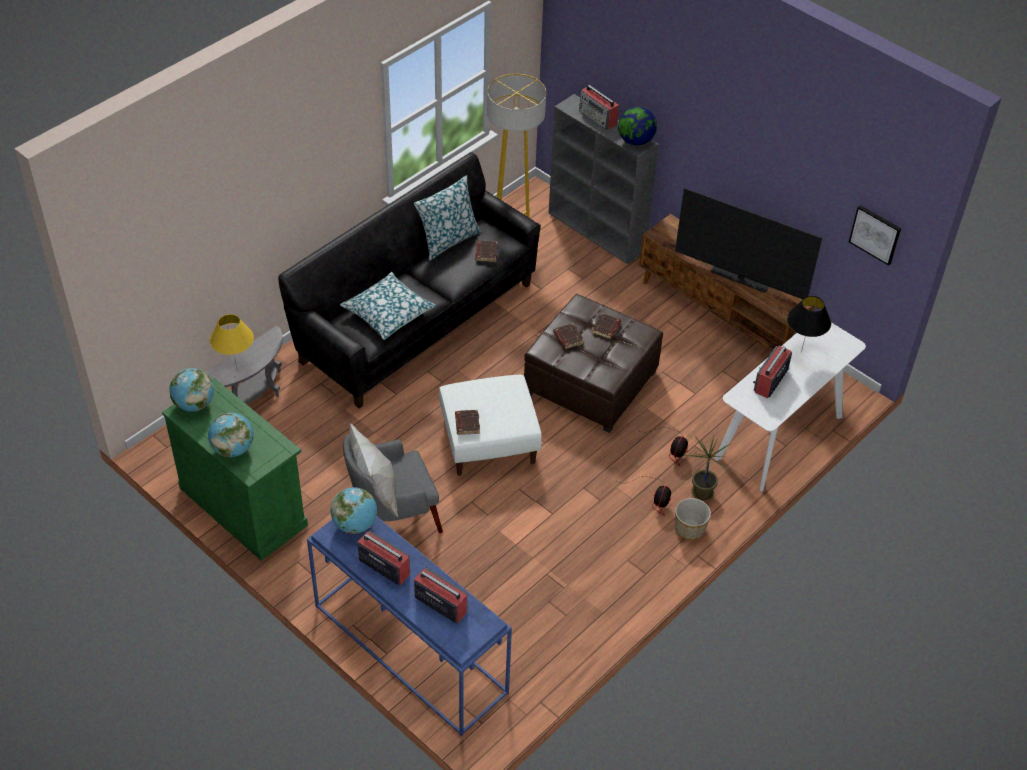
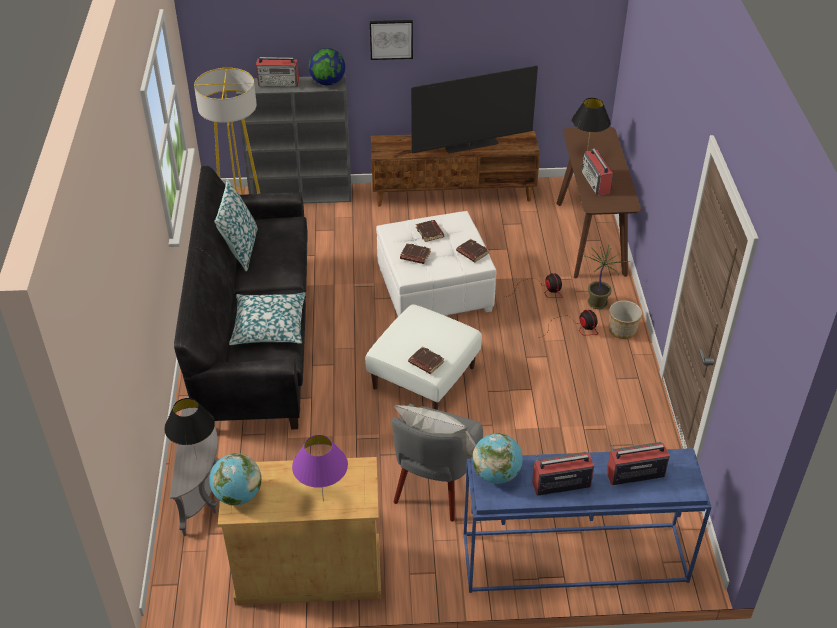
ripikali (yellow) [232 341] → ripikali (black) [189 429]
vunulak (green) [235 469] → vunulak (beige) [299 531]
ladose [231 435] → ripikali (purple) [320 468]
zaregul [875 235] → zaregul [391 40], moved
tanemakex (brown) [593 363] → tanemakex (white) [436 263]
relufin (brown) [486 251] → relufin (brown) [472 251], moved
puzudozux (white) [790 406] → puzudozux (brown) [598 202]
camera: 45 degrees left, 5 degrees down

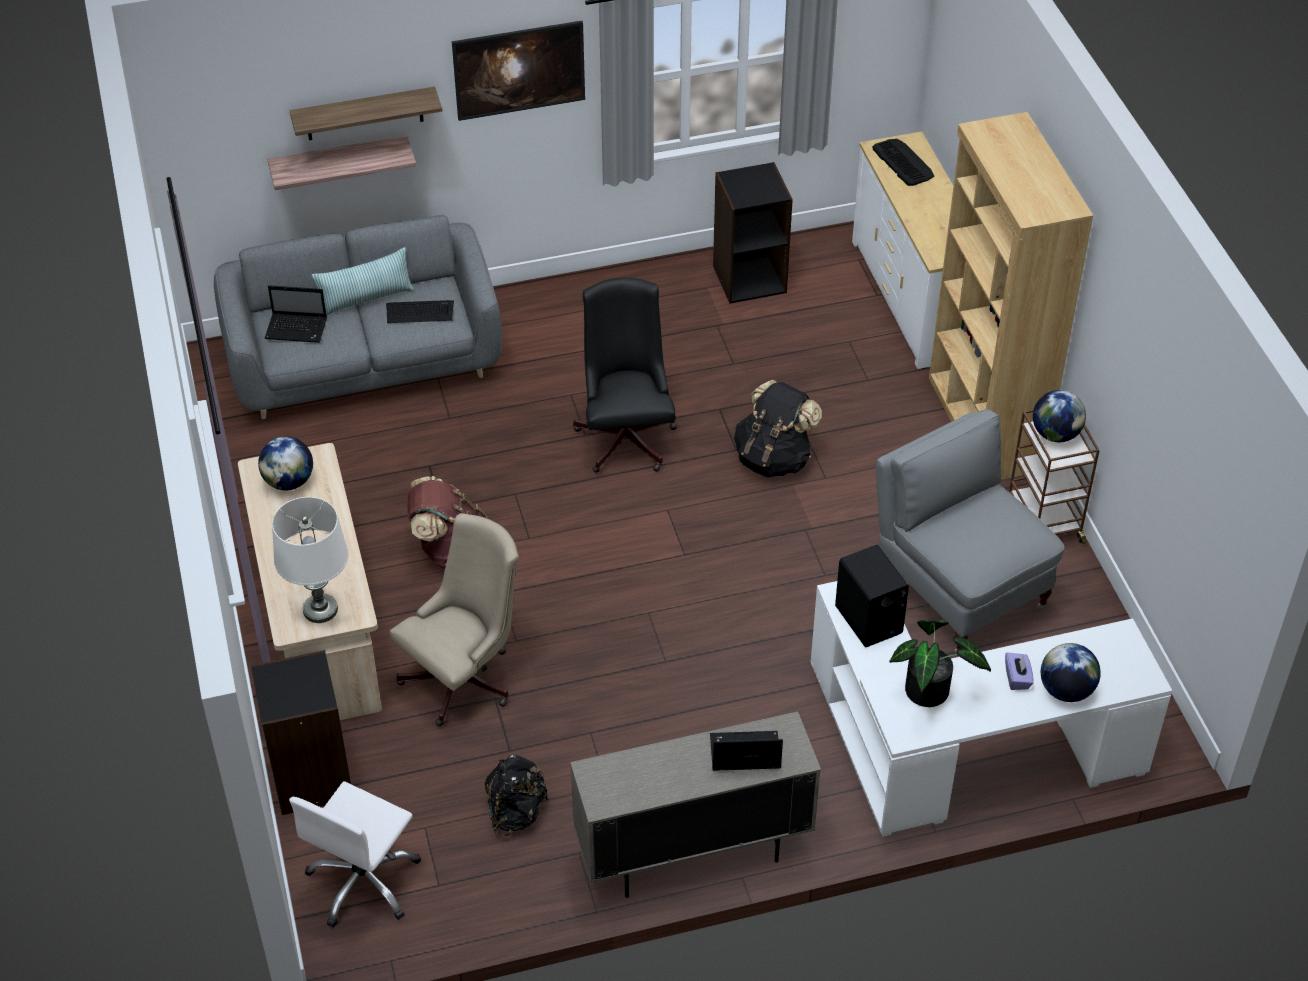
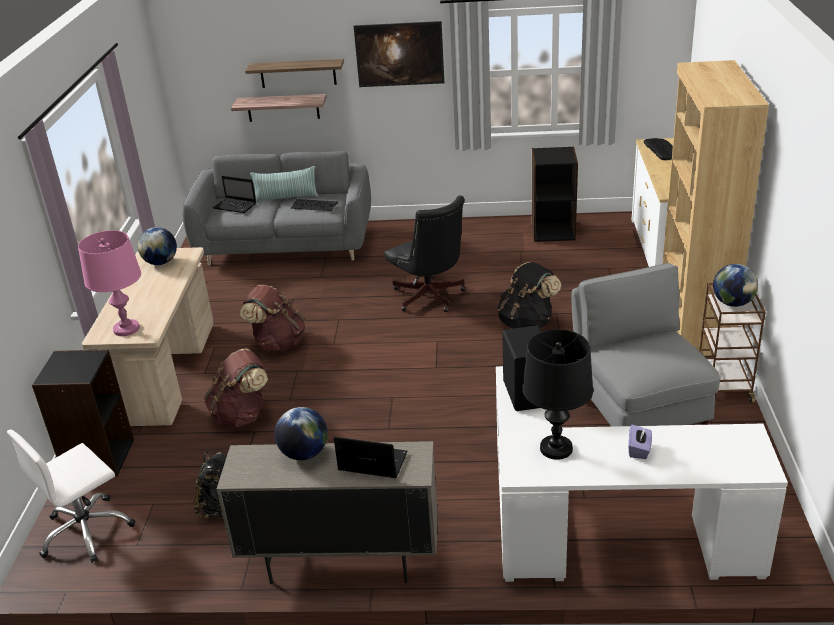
ripikali (white) [310 560] → ripikali (pink) [109 283]
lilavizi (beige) [454 619] → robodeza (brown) [236 388]
ladose [1071 672] → ladose [301 433], moved
lilavizi (black) [625 375] → lilavizi (black) [425 253], 135 degrees clockwise
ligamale [940 663] → ripikali (black) [557 394]
camera: 20 degrees right, 15 degrees down

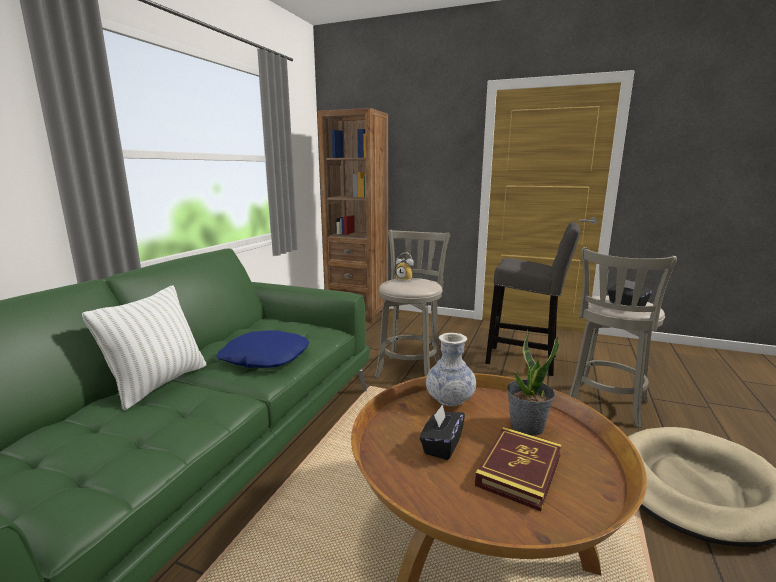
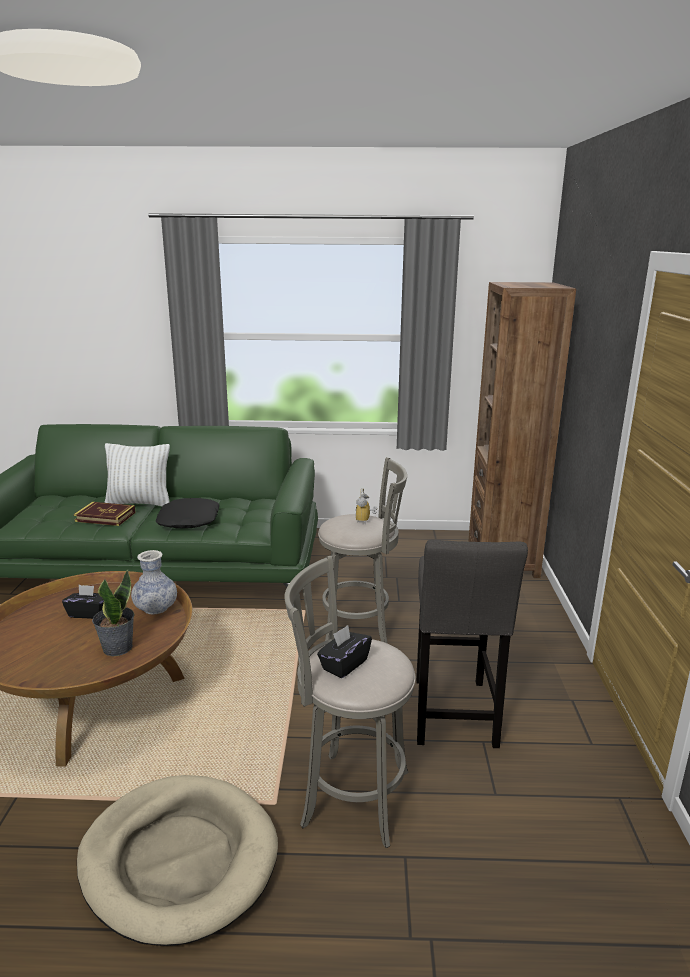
relufin [518 469] → relufin [105 514], moved
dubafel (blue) [262 349] → dubafel (black) [187 513]
camera: 70 degrees right, 5 degrees up

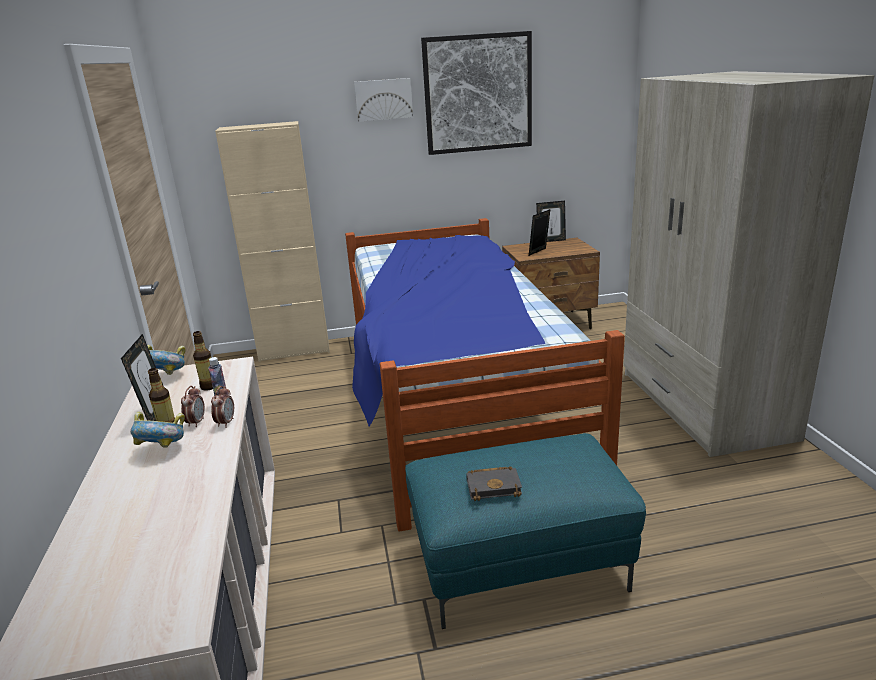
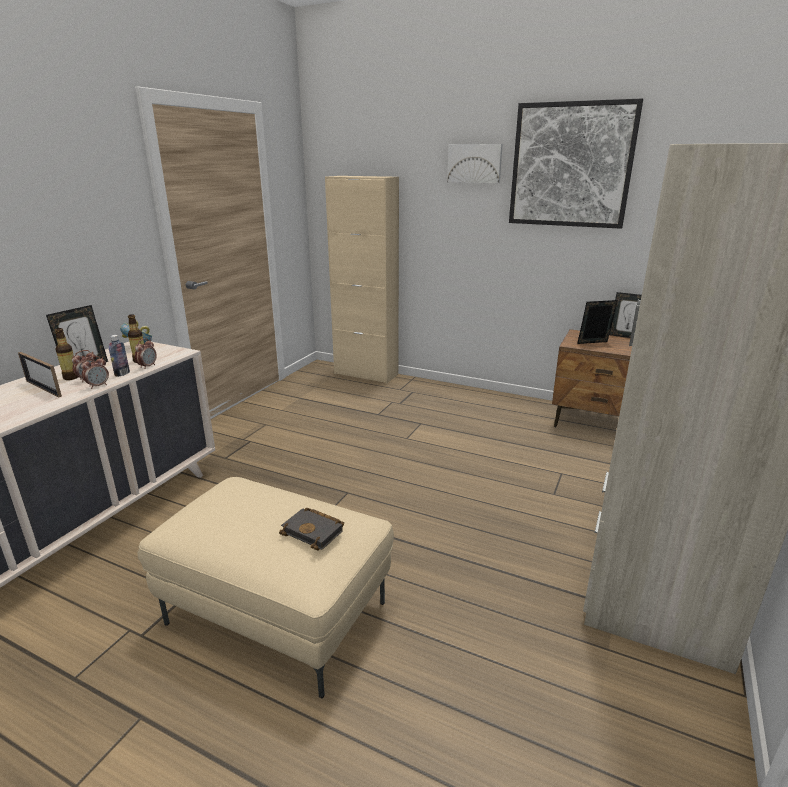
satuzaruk [157 430] → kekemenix [40 374]
- → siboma [146 353]
tanemakex (turquoise) [525 531] → tanemakex (beige) [265 587]
relufin (black) [494 483] → relufin (black) [311 529], moved
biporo [485 375] → -
camera: 35 degrees right, 0 degrees up

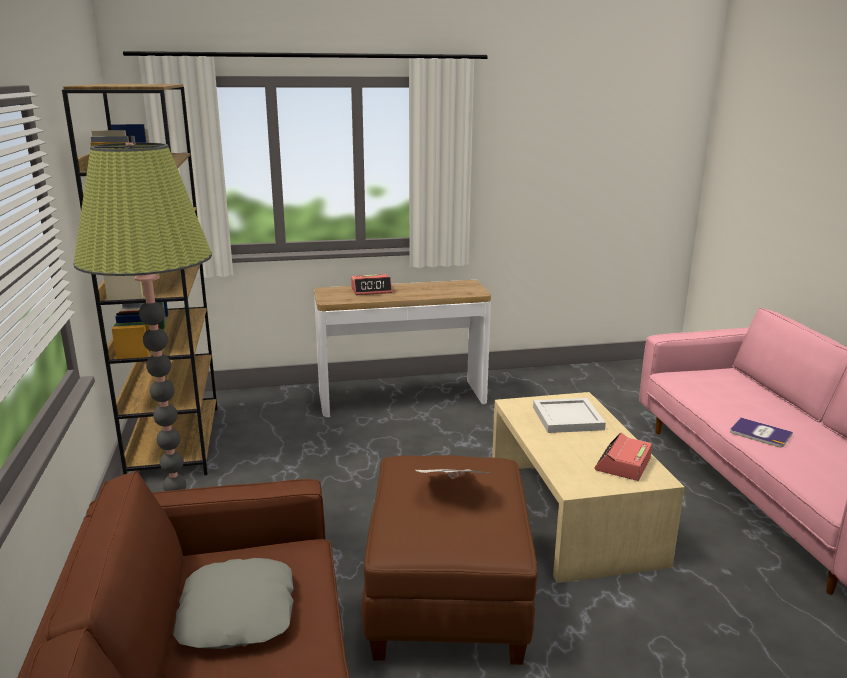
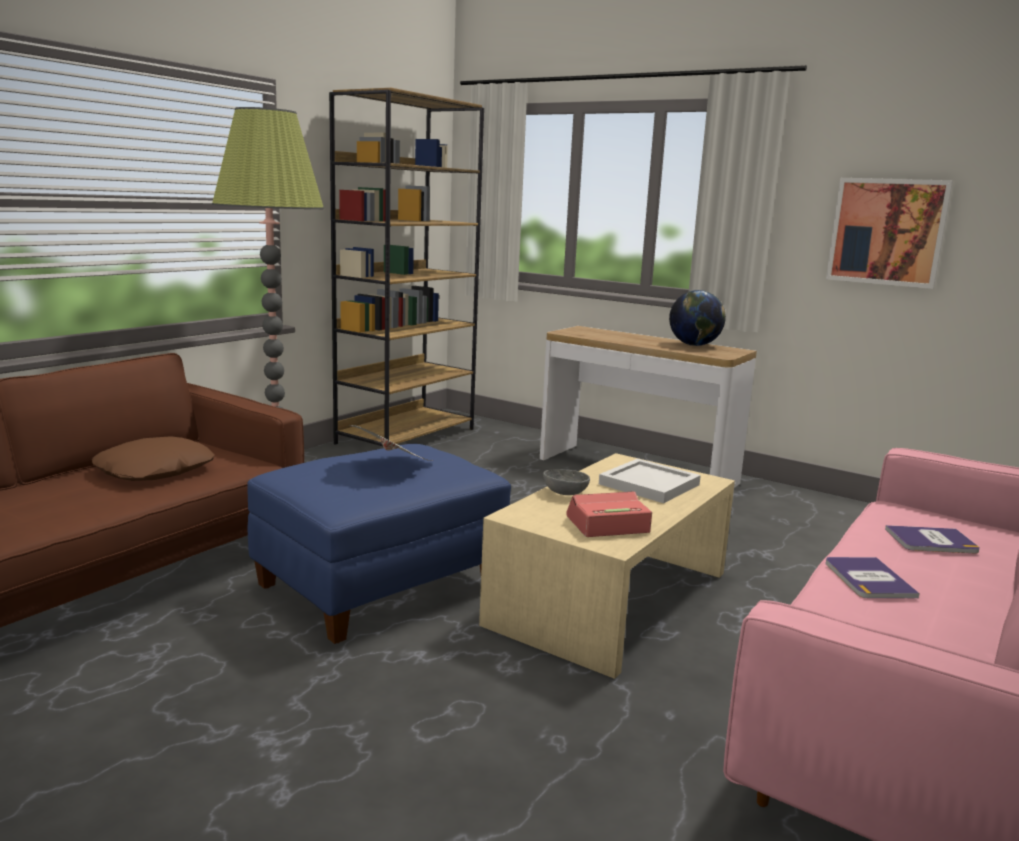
dubafel (grey) [233 603] → dubafel (brown) [153 458]
tanemakex (brown) [450 560] → tanemakex (blue) [379 544]
- → satuzaruk (grey) [566 482]
- → ladose [697 318]
- → zaregul [889 233]
- → relufin [932 539]
siboma [371 284] → -
camera: 45 degrees right, 5 degrees down

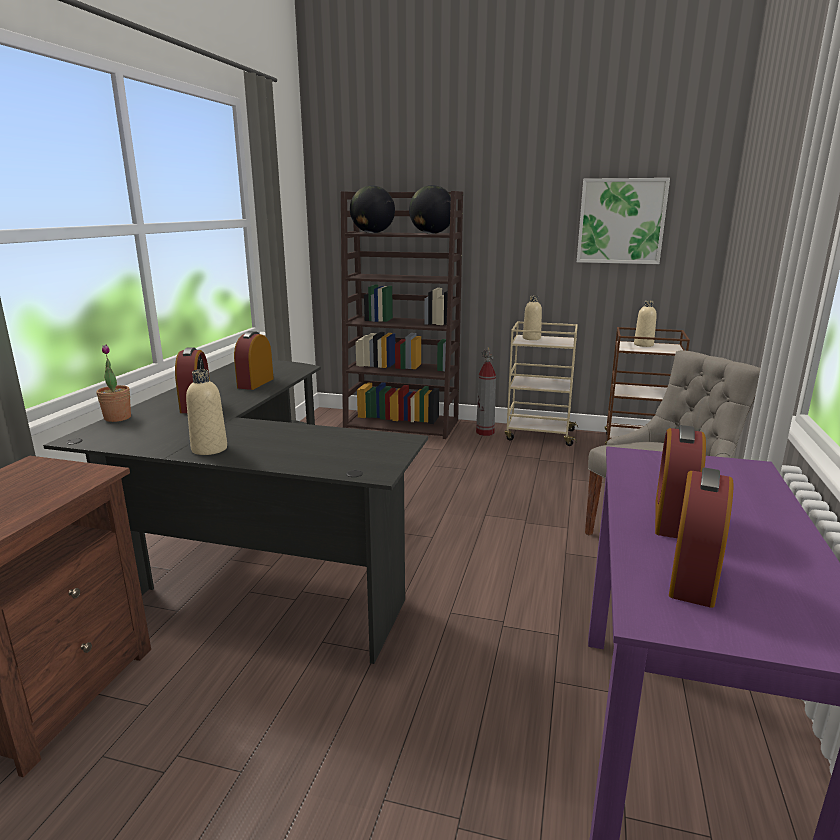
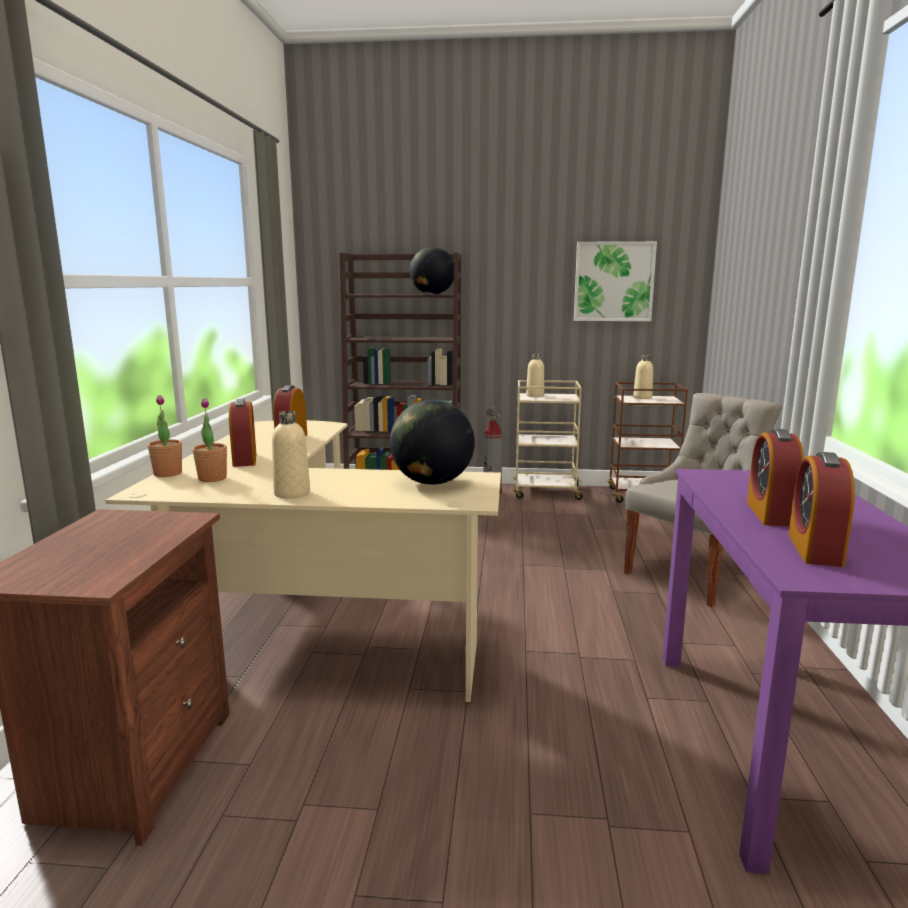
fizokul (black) [235 512] → fizokul (beige) [303 561]
- → ligamale [209 440]
ladose [372 209] → ladose [432 442], moved
camera: 10 degrees left, 5 degrees down

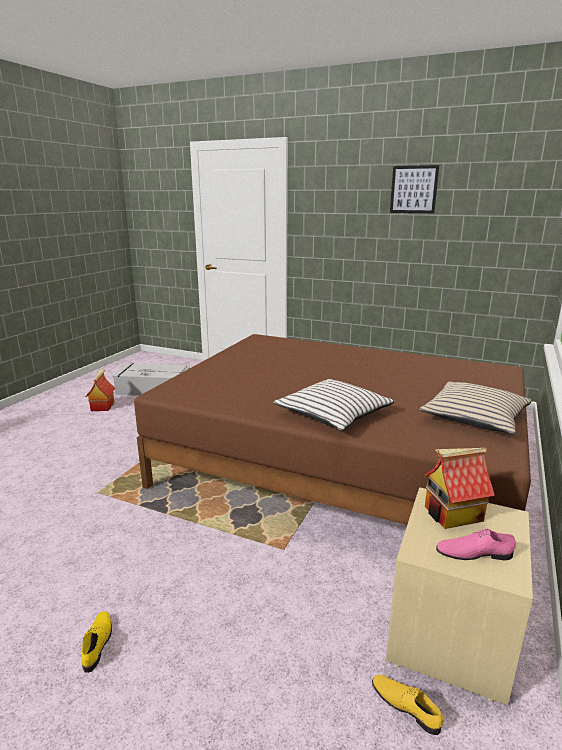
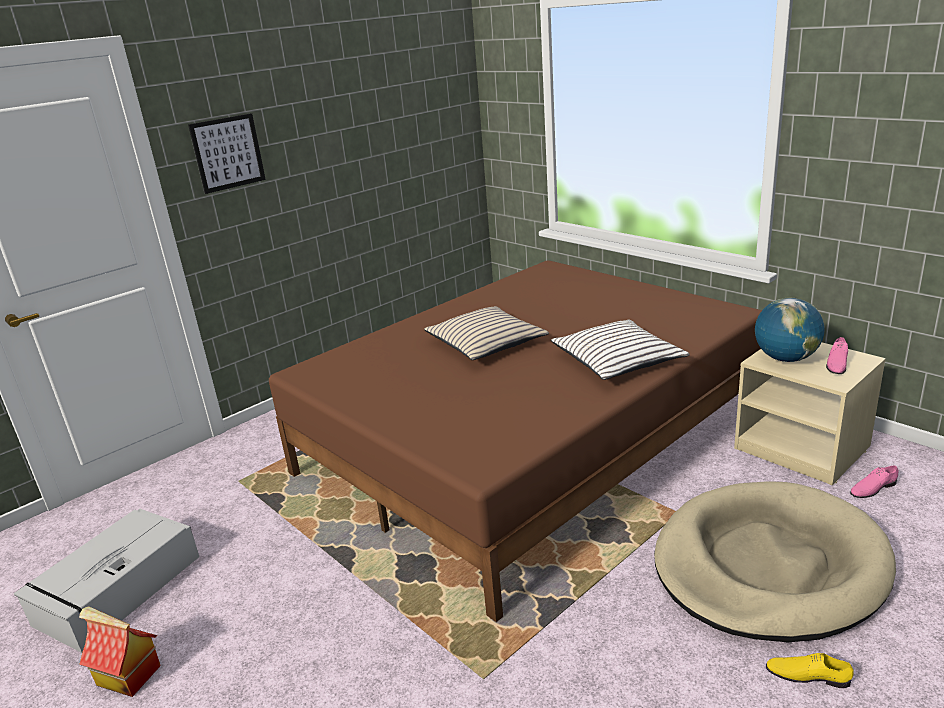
zaregul [414 189] → zaregul [227 153], moved
dubafel (beige) [475 407] → dubafel (beige) [486 333], moved
- → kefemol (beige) [775 561]
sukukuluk [459 488] → ladose [790 330]
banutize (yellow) [407 705] → banutize (pink) [874 482]
camera: 65 degrees left, 5 degrees up

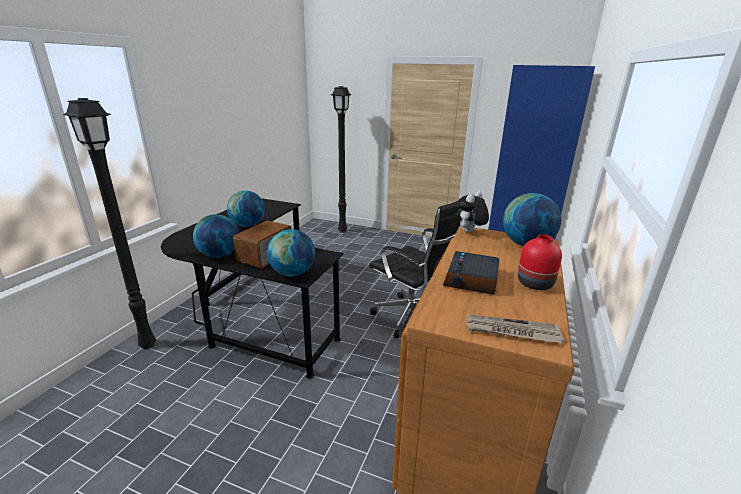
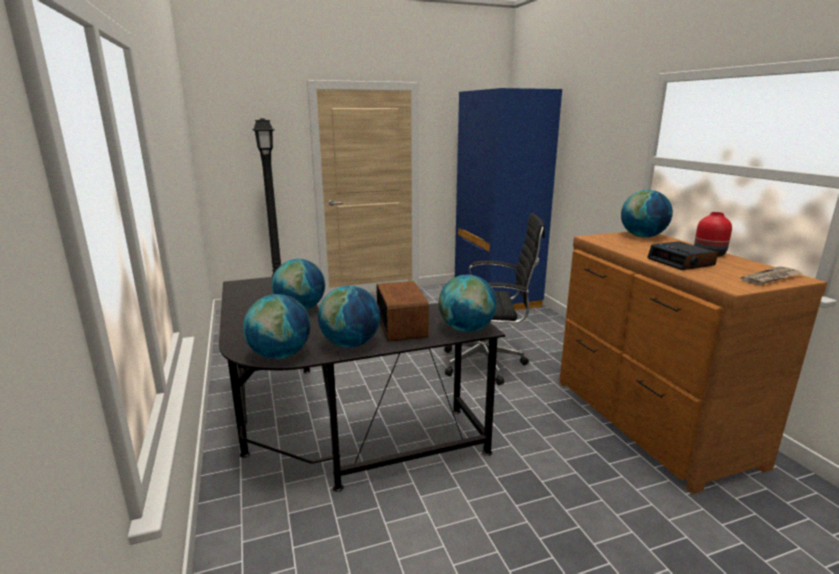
- → ladose [276 326]
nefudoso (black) [109 223] → -
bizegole [473 212] → -
camera: 40 degrees left, 5 degrees down

